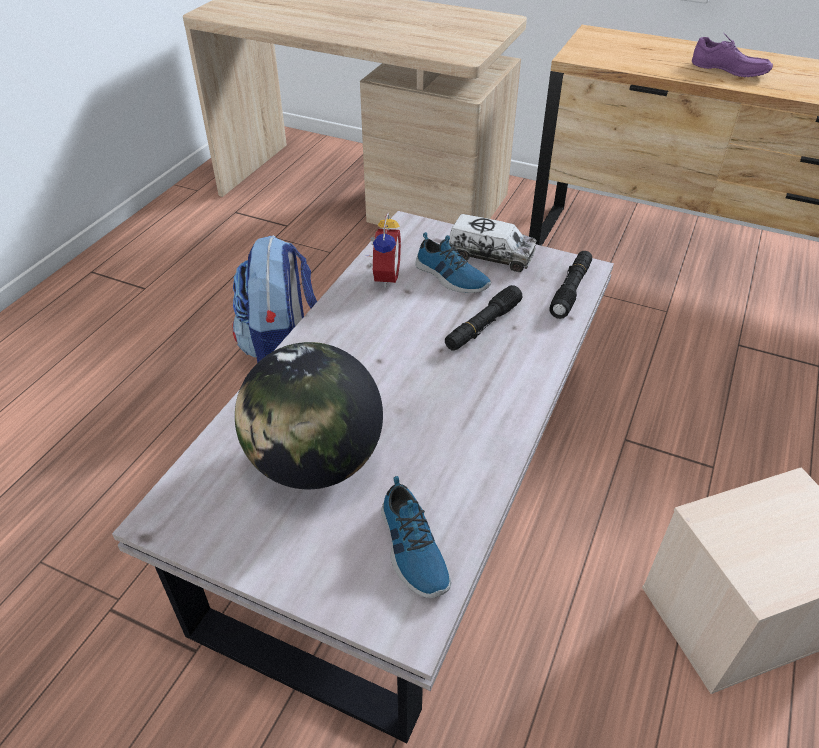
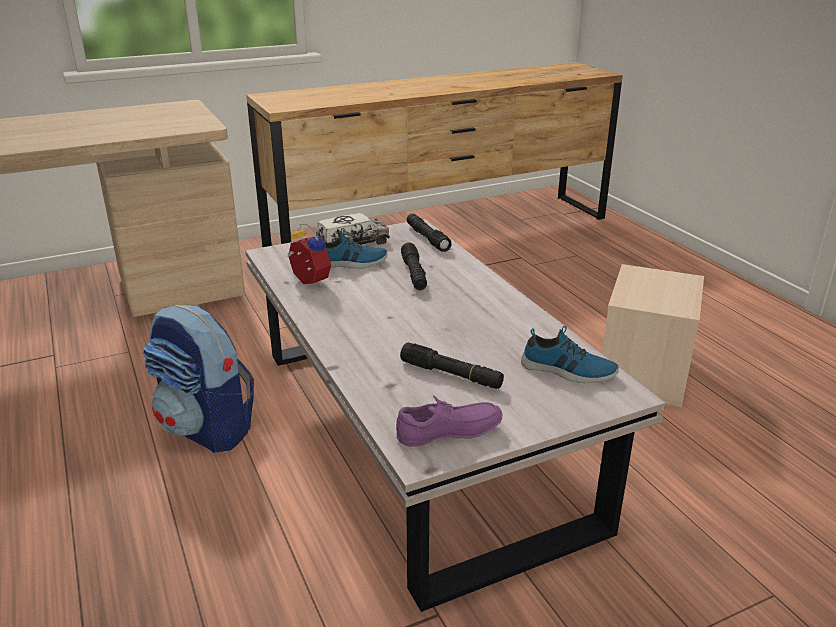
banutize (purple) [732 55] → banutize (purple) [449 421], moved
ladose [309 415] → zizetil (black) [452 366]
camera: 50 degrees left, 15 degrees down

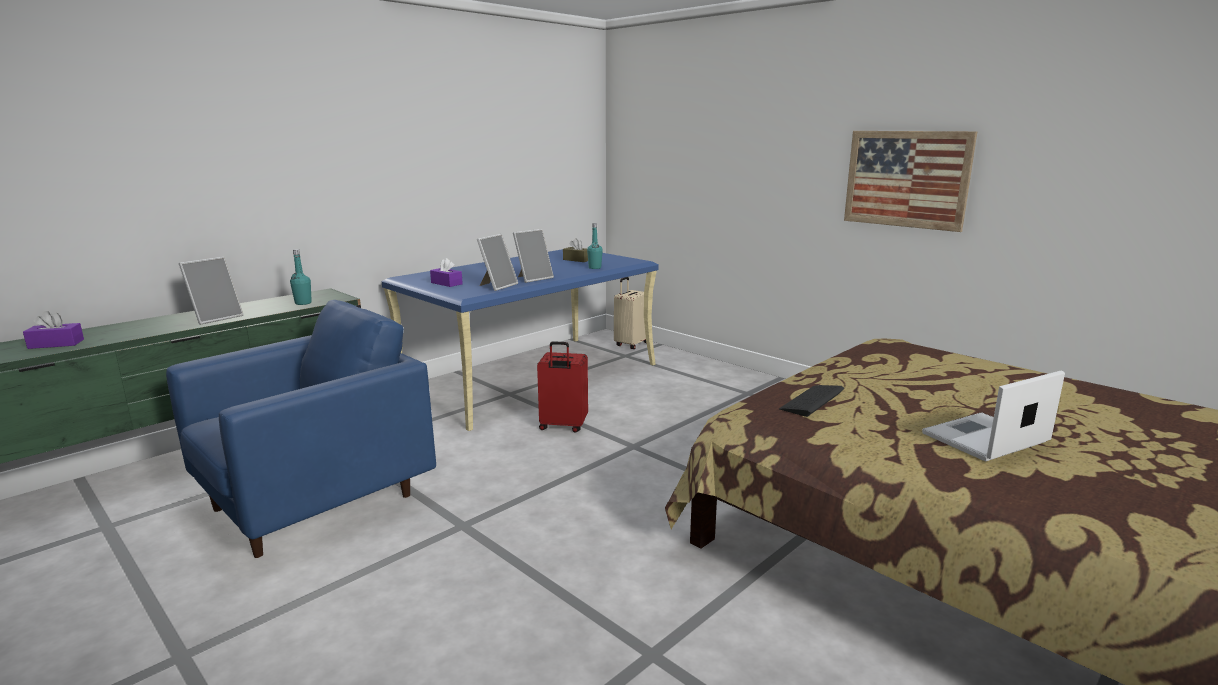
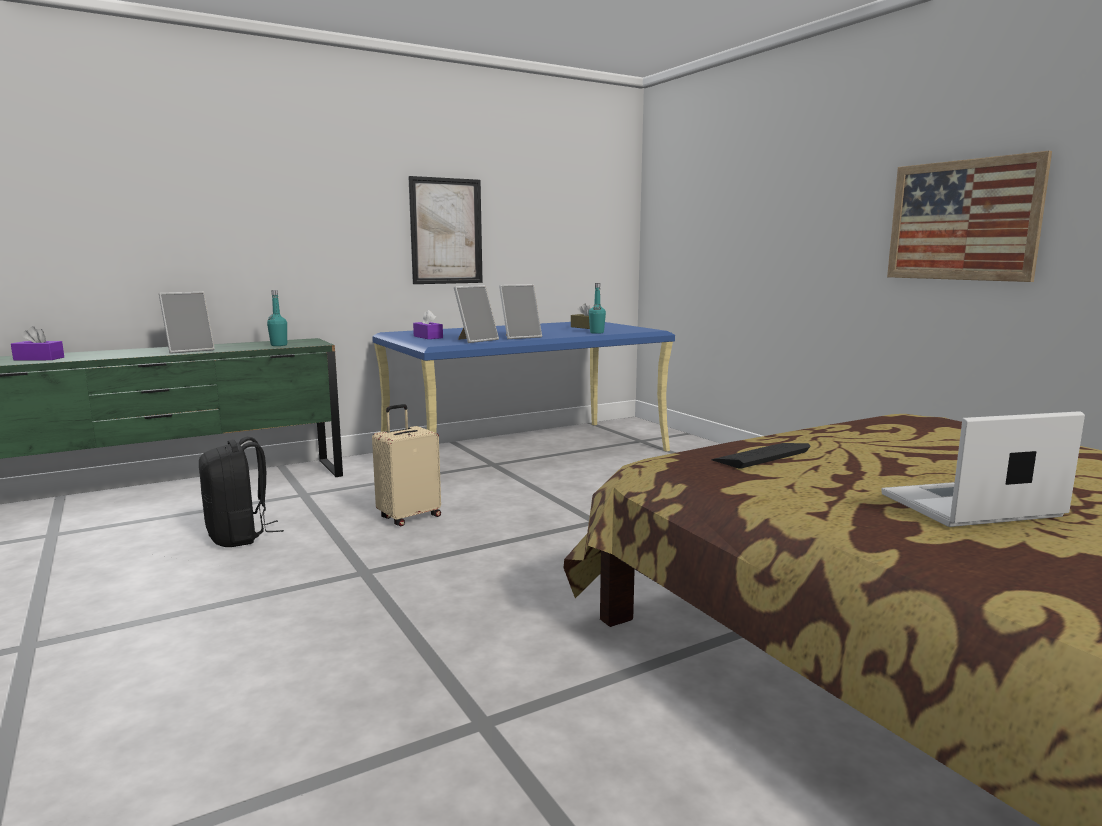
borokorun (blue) [301 429] → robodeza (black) [241 492]
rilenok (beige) [630 313] → rilenok (beige) [406 465], moved
- → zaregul [445 230]
rilenok (red) [562 387] → -
camera: 15 degrees right, 5 degrees down

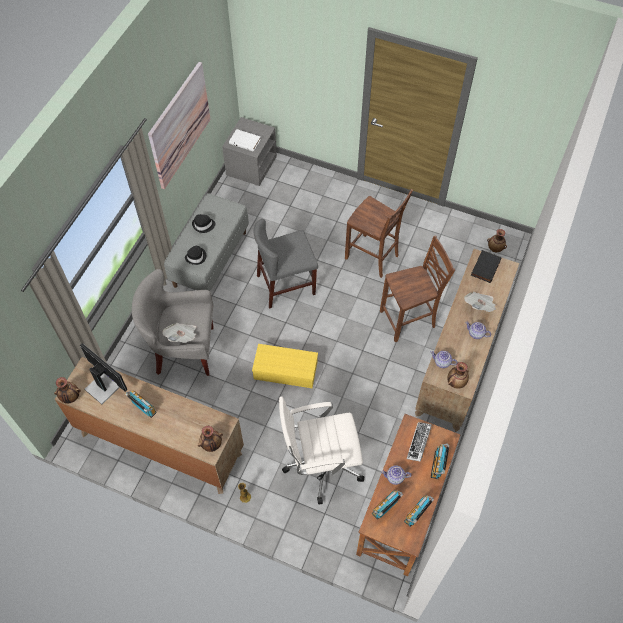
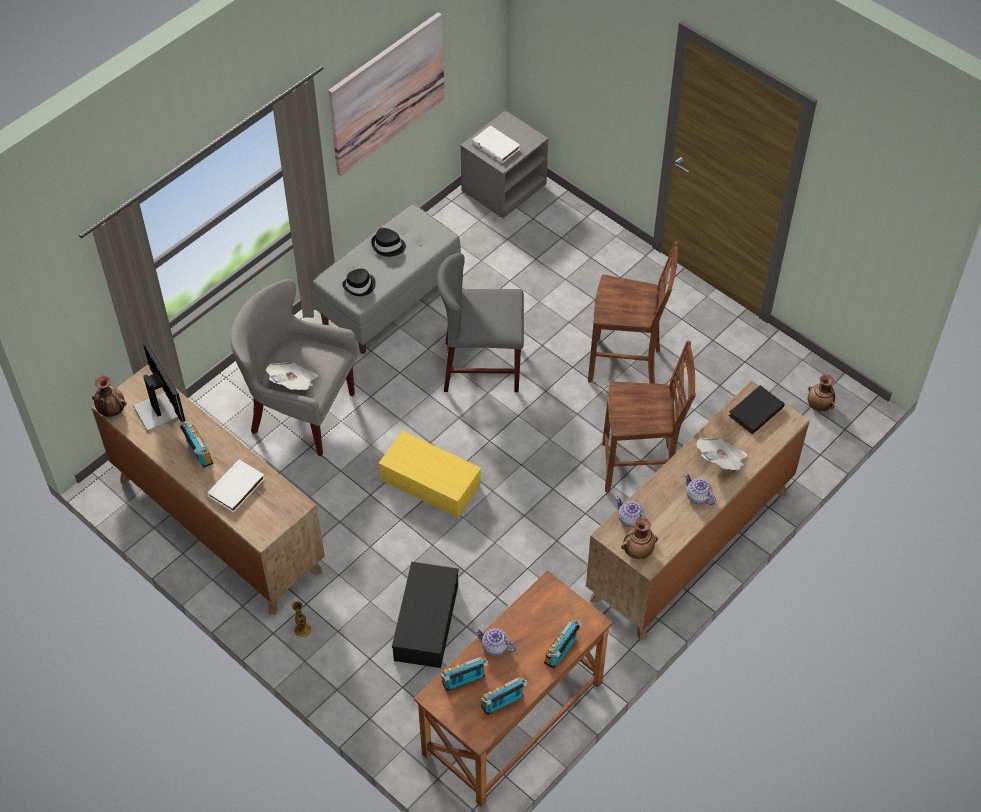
- → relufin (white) [236 486]
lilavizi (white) [321 451] → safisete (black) [425 615]
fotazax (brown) [379 233] → fotazax (brown) [633 313], 45 degrees counterclockwise
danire [210 439] → -
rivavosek [419 442] → -
camera: 20 degrees right, 5 degrees down

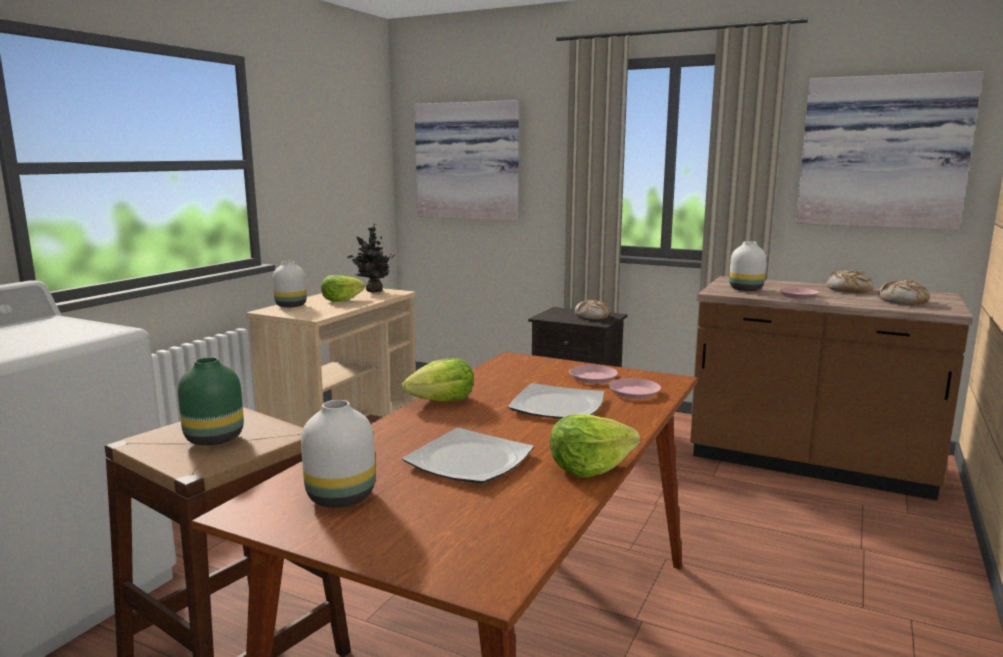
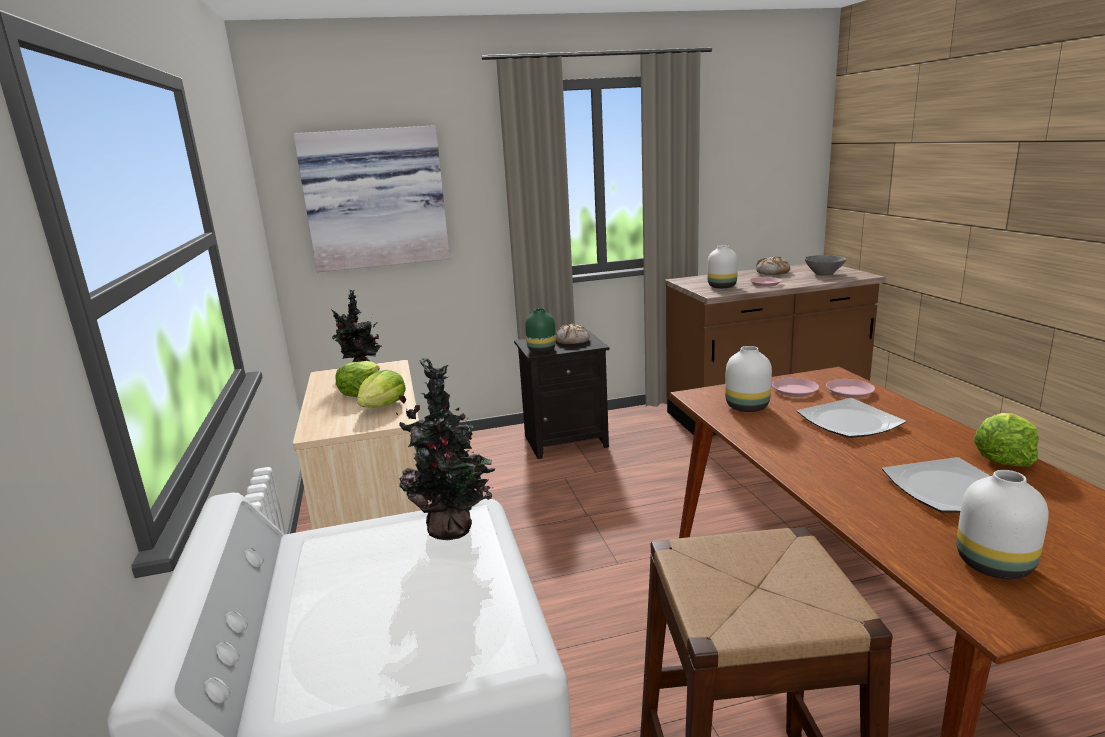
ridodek [438 379] → ridodek [381 389], moved
- → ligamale [445 449]
danire (green) [211 401] → danire (green) [540 330], moved
danire (white) [290 284] → danire (white) [748 379], moved
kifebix [903 292] → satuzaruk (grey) [825 265]
zaregul [889 150] → -
camera: 40 degrees left, 5 degrees up

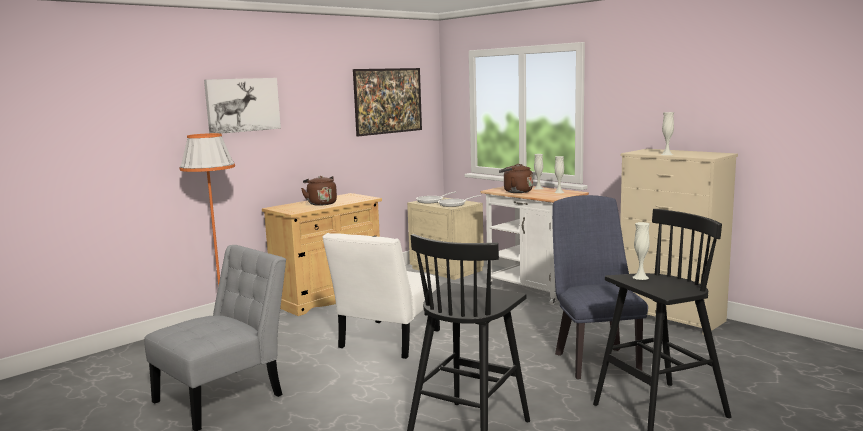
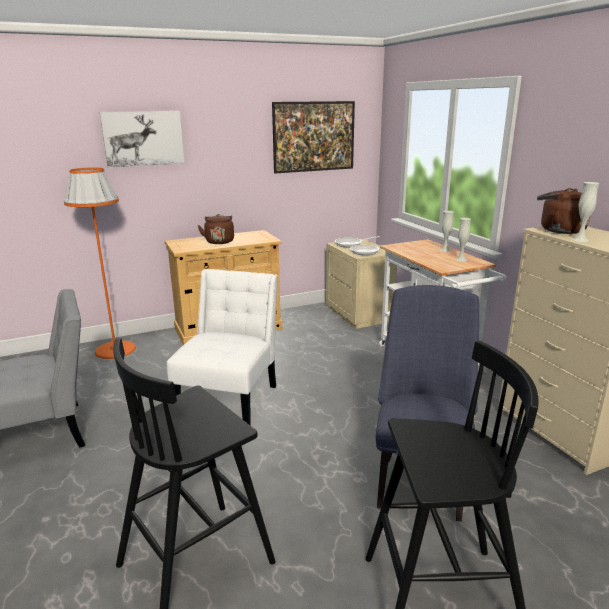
fotazax (white) [381 296] → fotazax (white) [222 347], 150 degrees clockwise
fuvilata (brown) [516 178] → fuvilata (brown) [563 211], moved
danire (white) [641 251] → -
camera: 20 degrees right, 10 degrees up

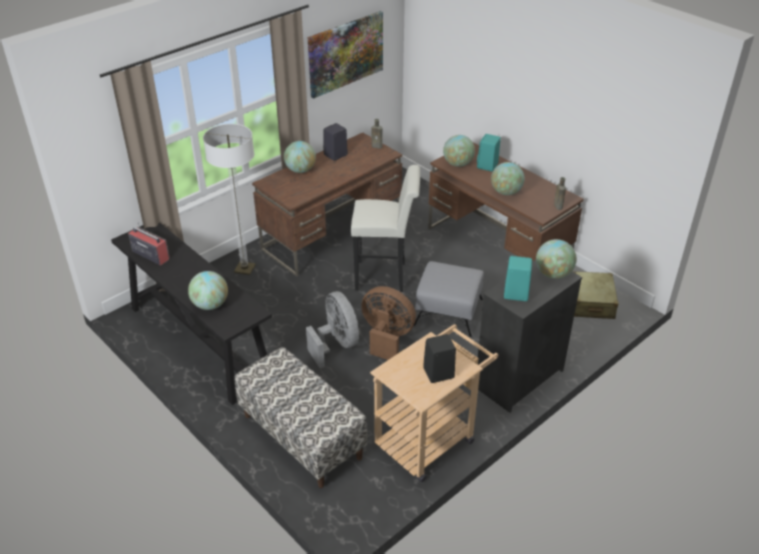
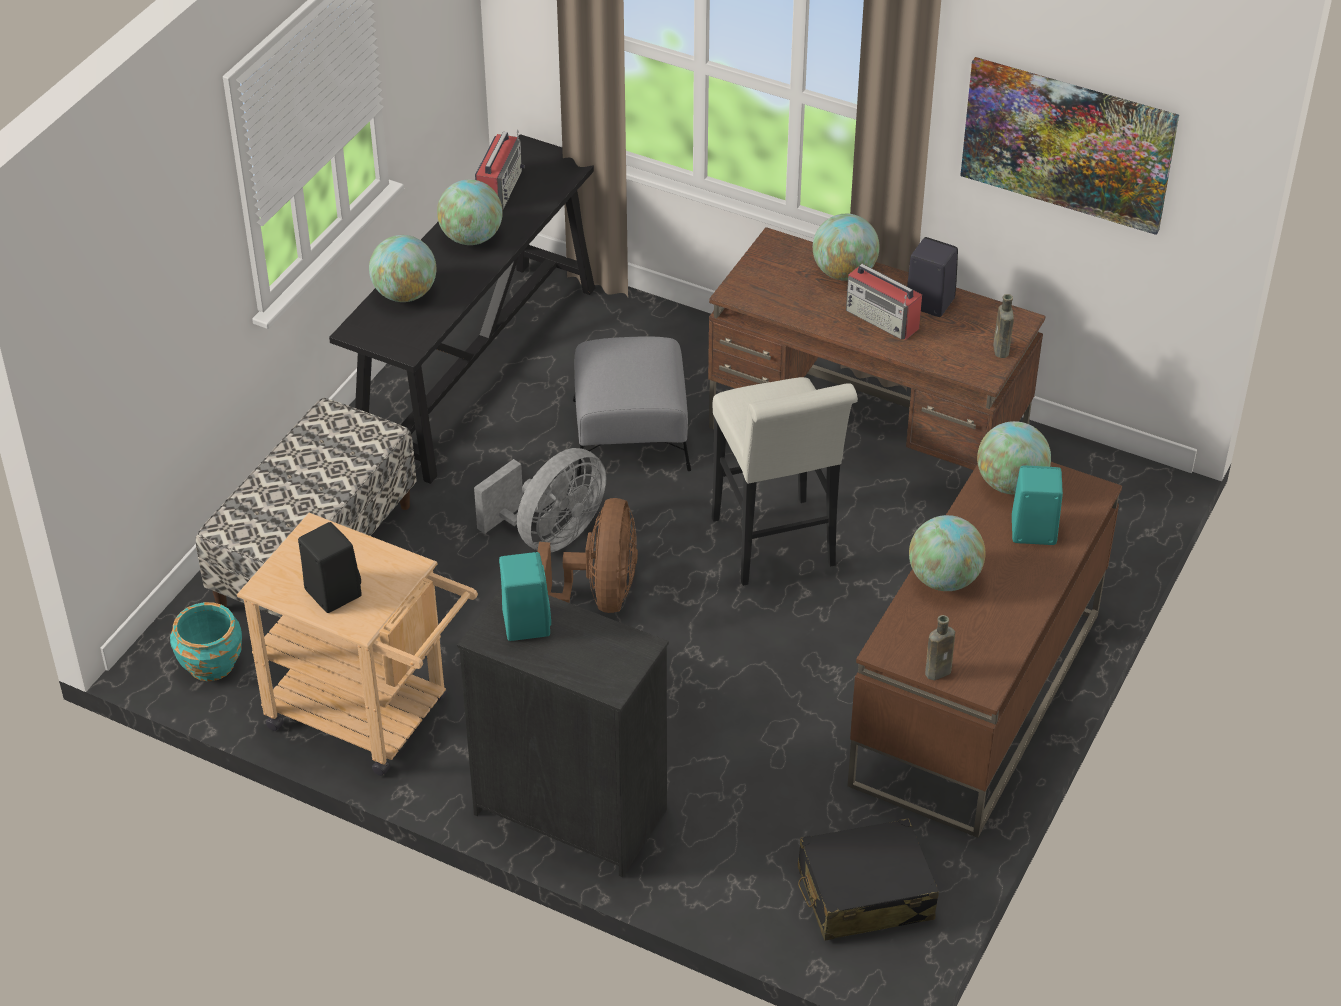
- → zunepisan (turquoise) [206 641]
ladose [556 259] → ladose [470 212], moved
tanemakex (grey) [449 299] → tanemakex (grey) [632 406], moved
rilenok (beige) [595 295] → rilenok (black) [868 879]
- → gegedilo [884 302]
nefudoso [229 199] → -
camera: 70 degrees right, 5 degrees up

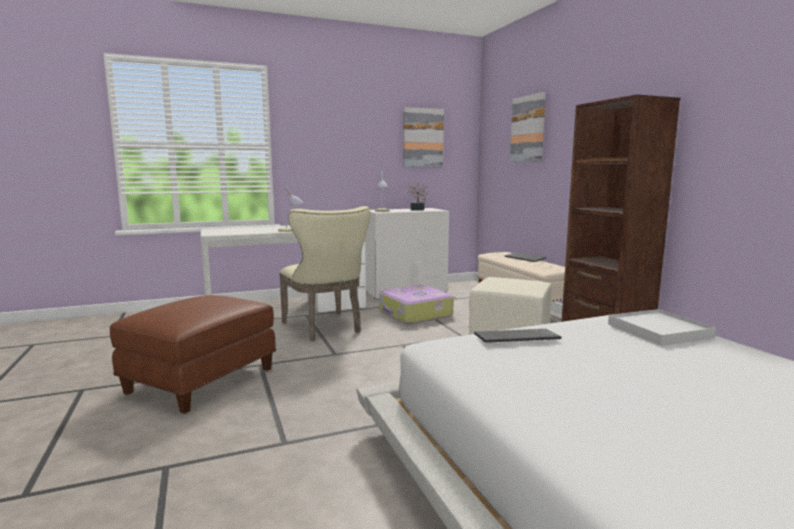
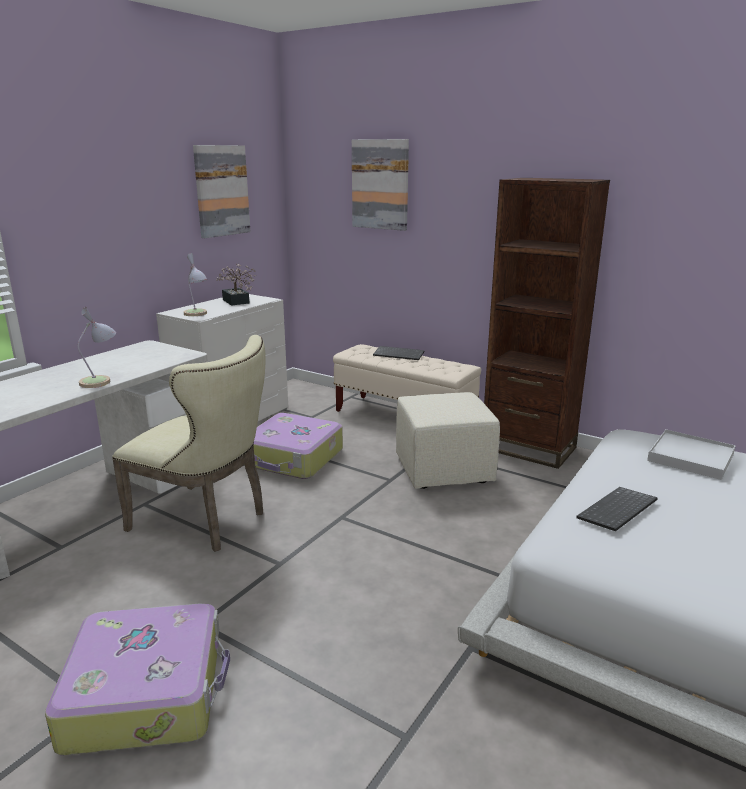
tanemakex (brown) [192 354] → rilenok [137 679]
camera: 35 degrees left, 10 degrees up

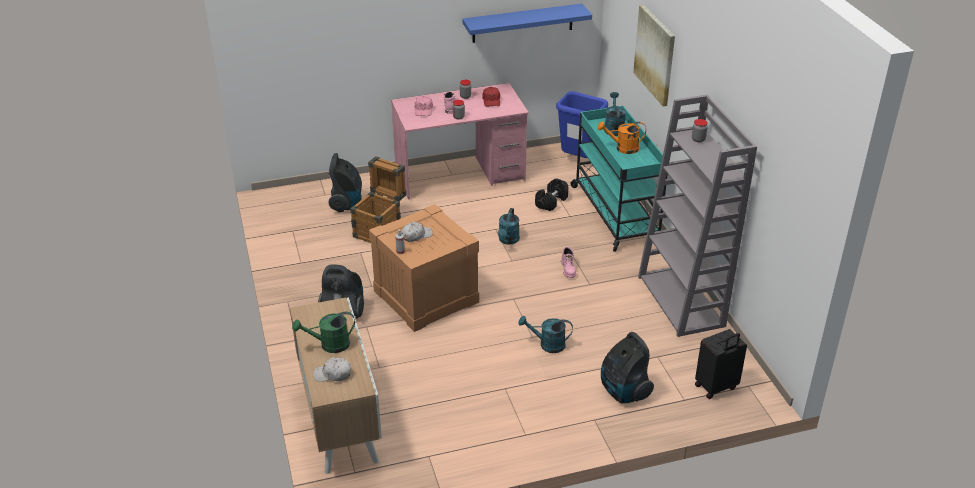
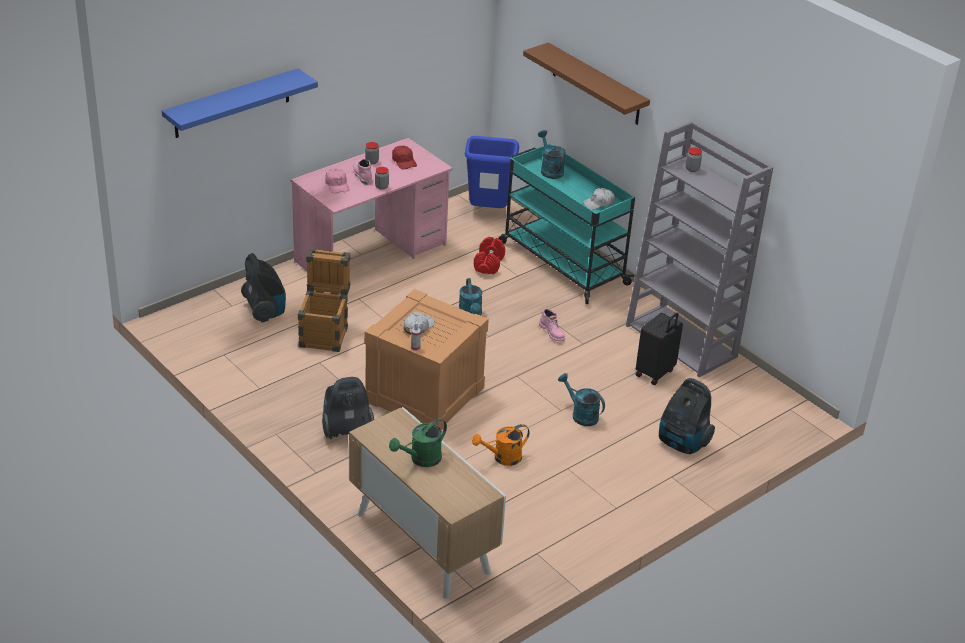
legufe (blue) [527 23] → legufe (blue) [240 103], moved
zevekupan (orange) [621 137] → zevekupan (orange) [501 445], moved
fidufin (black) [551 194] → fidufin (red) [489 255]
zaregul [654 55] → legufe (brown) [586 83]
zevekupan (turquoise) [545 334] → zevekupan (turquoise) [581 399], 60 degrees clockwise
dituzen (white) [332 369] → dituzen (white) [599 199], moved
rilenok (black) [721 364] → rilenok (black) [659 349], moved
camera: 25 degrees left, 0 degrees up

